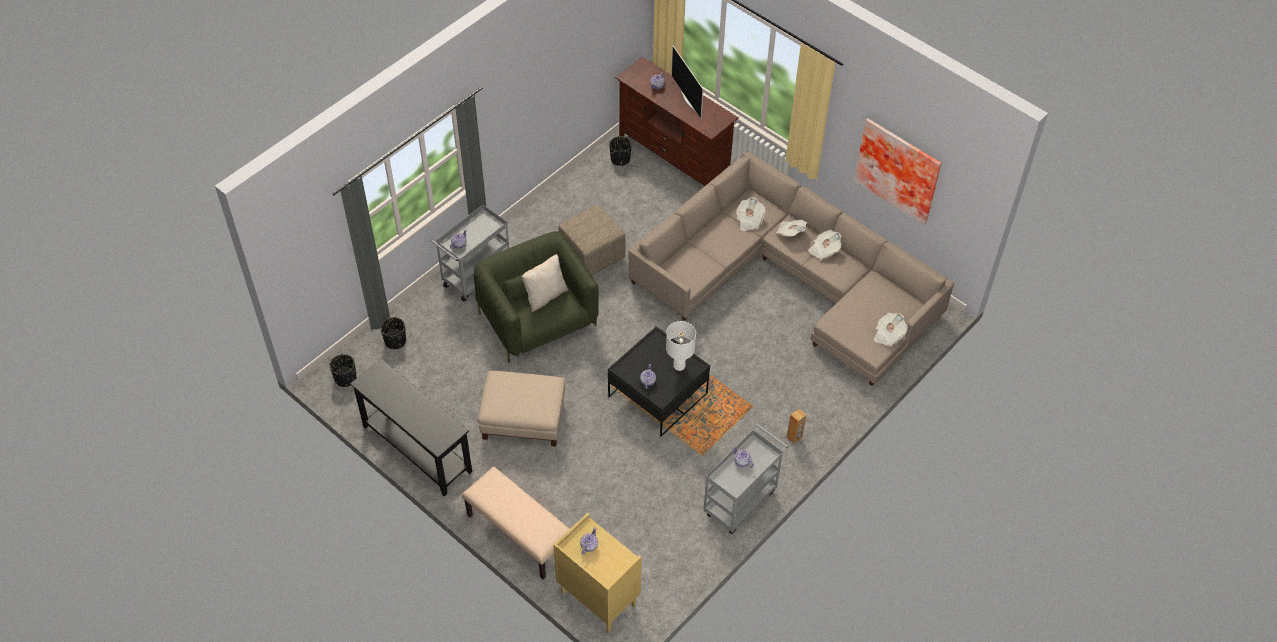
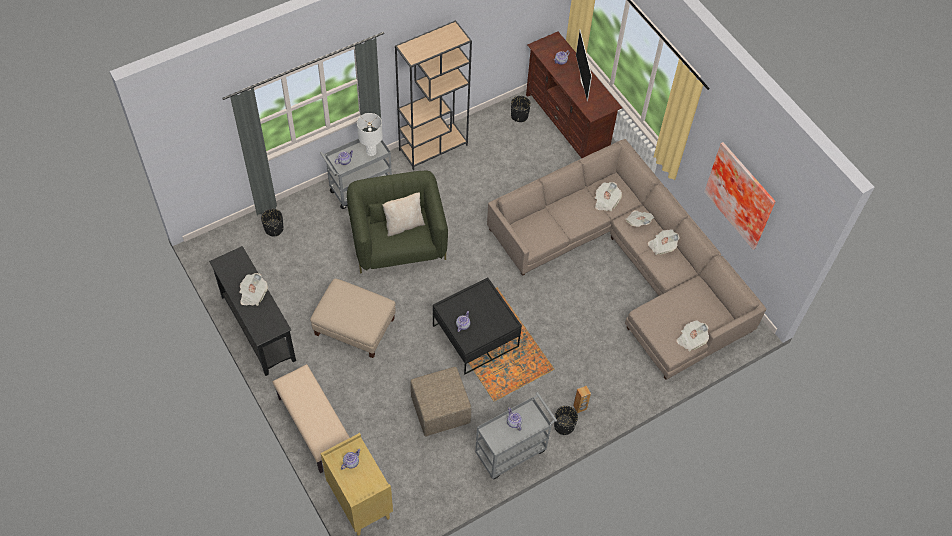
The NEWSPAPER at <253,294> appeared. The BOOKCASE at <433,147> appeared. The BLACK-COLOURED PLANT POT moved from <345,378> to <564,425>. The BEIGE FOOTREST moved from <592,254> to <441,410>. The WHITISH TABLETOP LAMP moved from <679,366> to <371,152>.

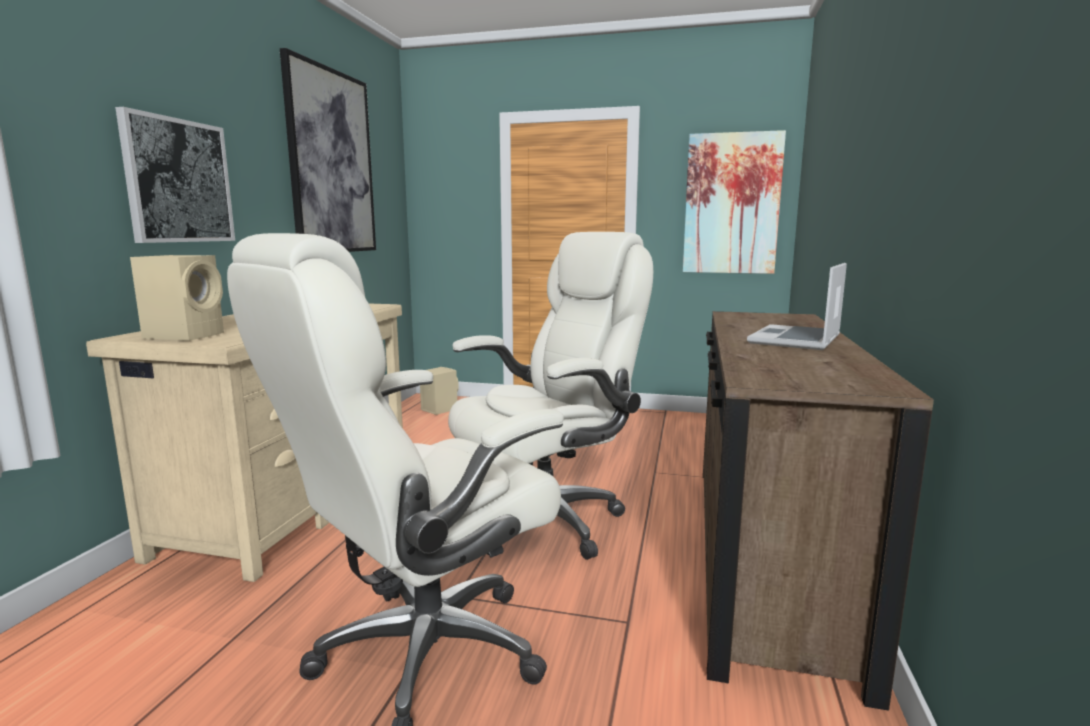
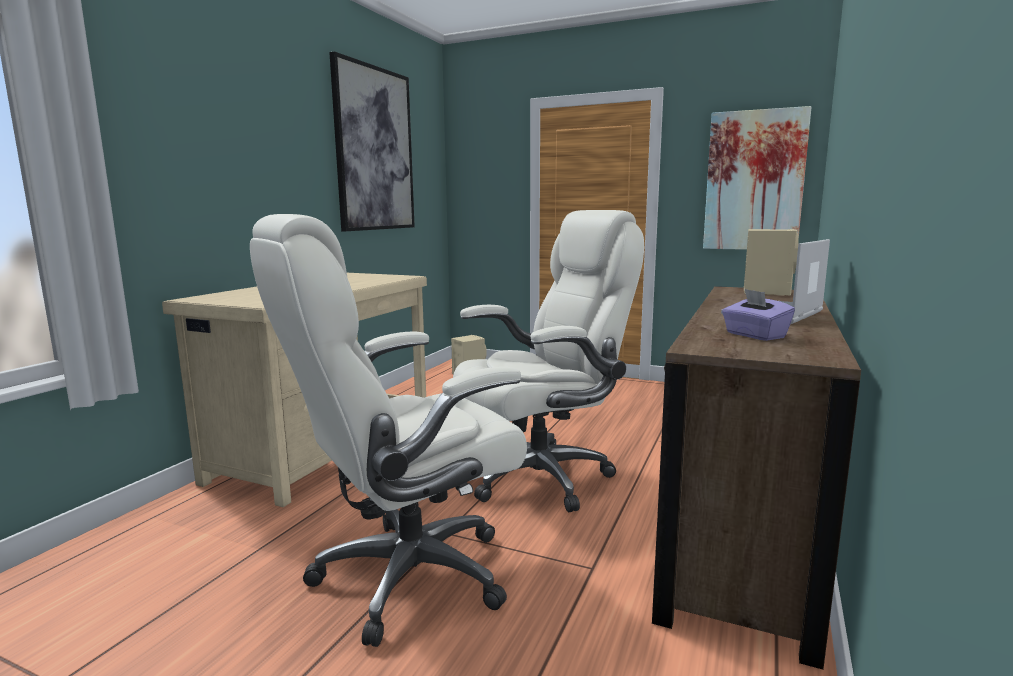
The WALL PICTURE at <178,181> disappeared. The PURPLE TISSUE BOX at <754,335> appeared. The BEIGE AUDIO SPEAKER moved from <187,335> to <766,292>.

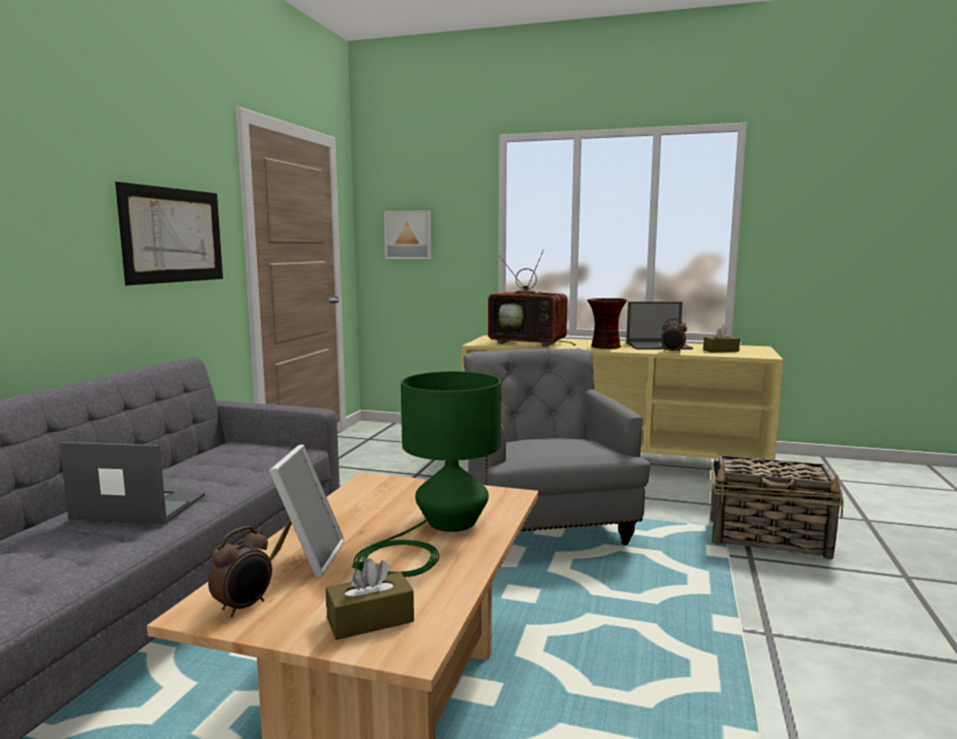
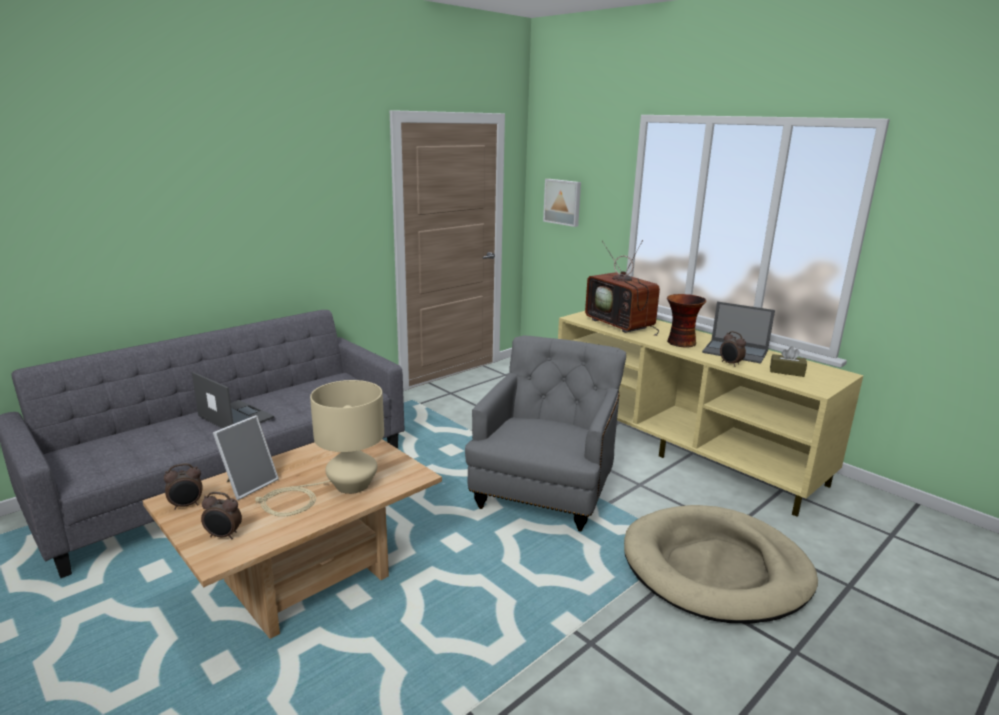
The WALL PICTURE at <173,235> disappeared. The BROWN TISSUE BOX at <370,620> was replaced by the ALARM CLOCK at <223,536>. The STORAGE BASKET at <769,538> was replaced by the BEIGE PET BED at <715,568>. The GREEN TABLETOP LAMP at <432,535> became the BEIGE TABLETOP LAMP at <328,491>.

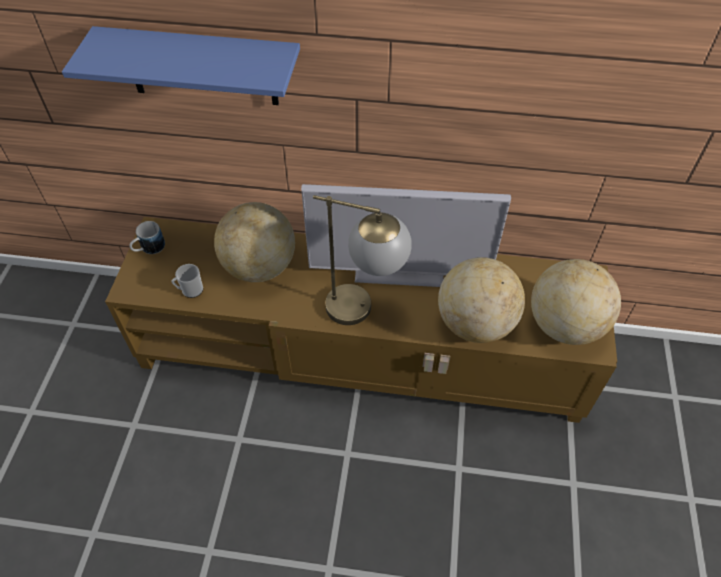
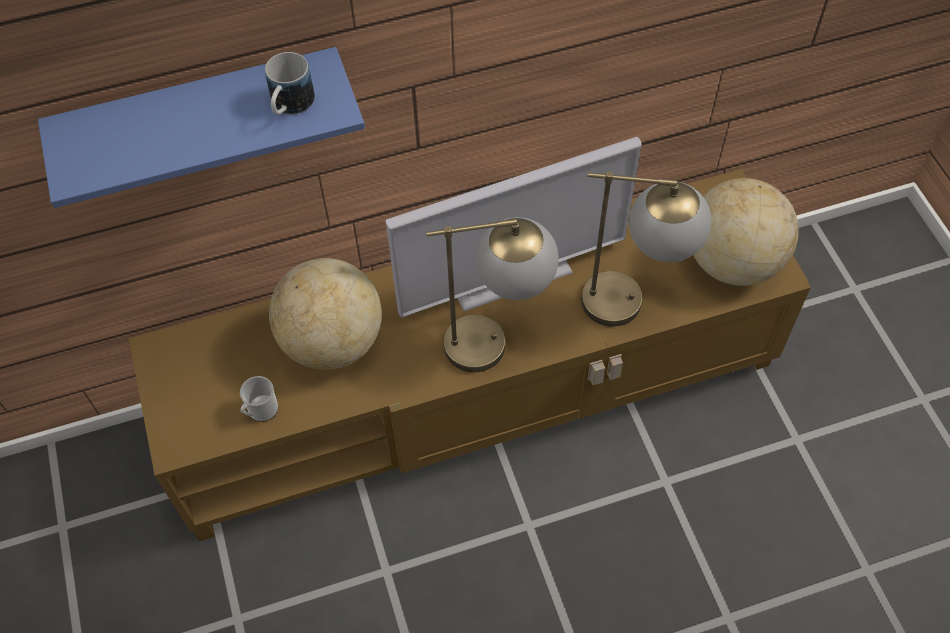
The MUG moved from <149,249> to <289,107>. The GLOBE at <475,323> was replaced by the TABLETOP LAMP at <634,303>.

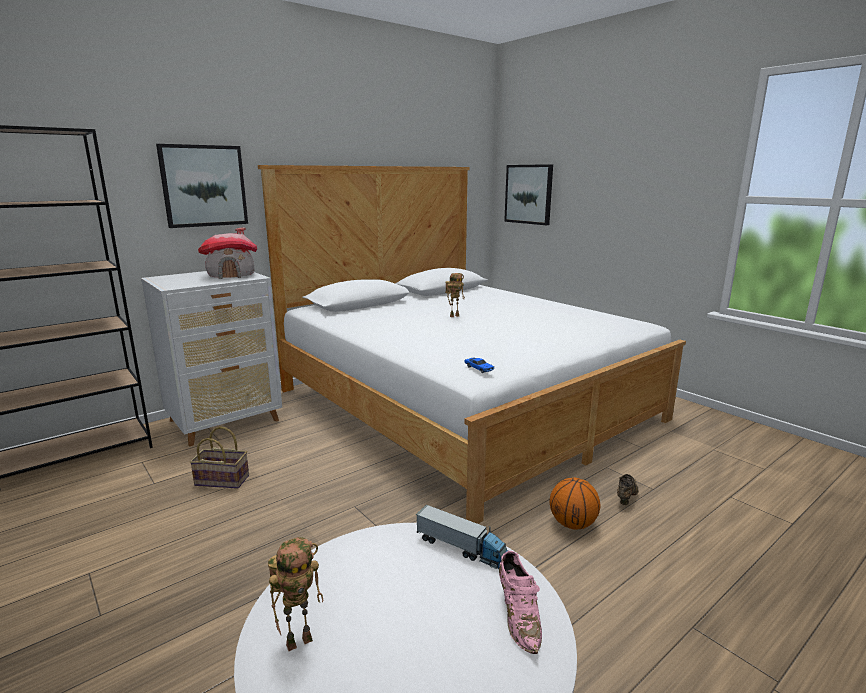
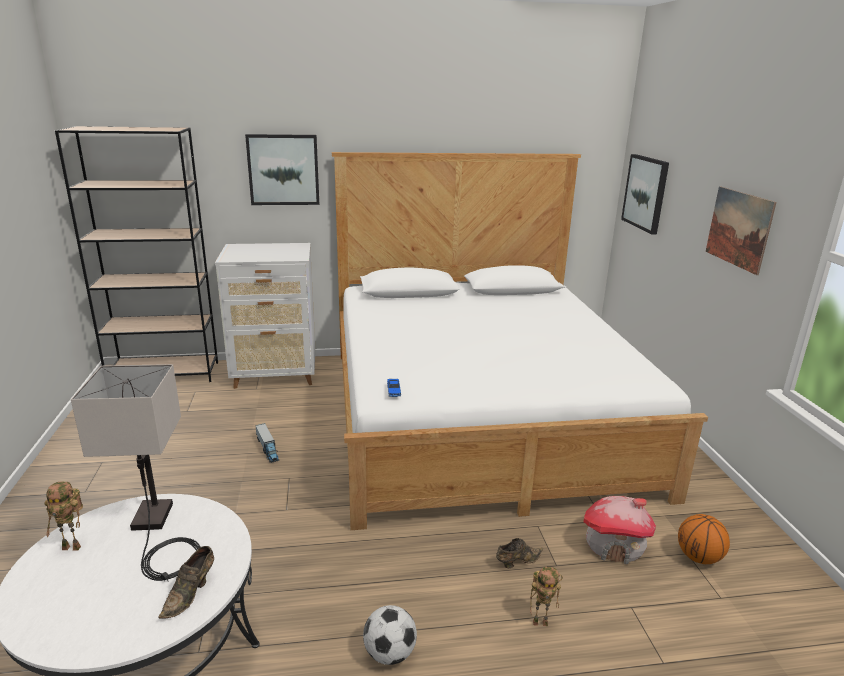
The STORAGE BASKET at <223,480> disappeared. The TABLETOP LAMP at <158,535> appeared. The FOOTBALL at <390,653> appeared. The WALL PICTURE at <738,228> appeared. The MINIATURE HOUSE moved from <232,275> to <614,546>. The TOY LORRY moved from <465,550> to <267,449>. The MODEL ROBOT moved from <454,316> to <541,622>. The BASKETBALL moved from <572,524> to <698,557>. The PINK-COLOURED SHOE at <519,616> became the BROWN SHOE at <191,593>.

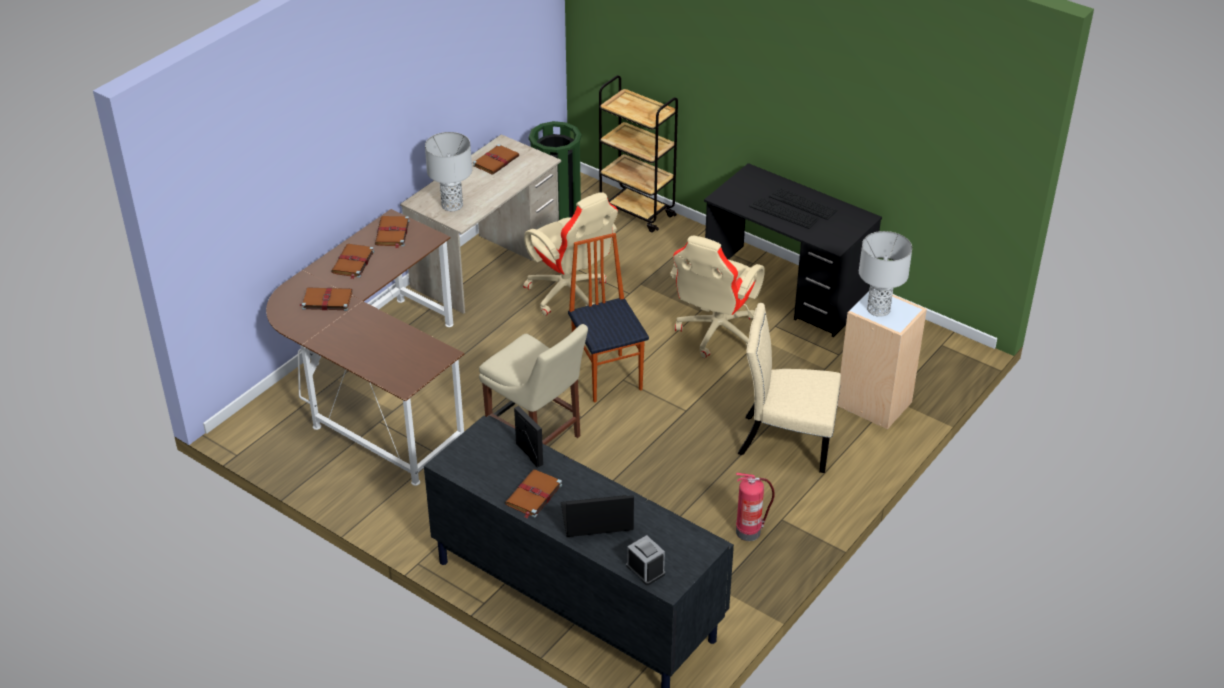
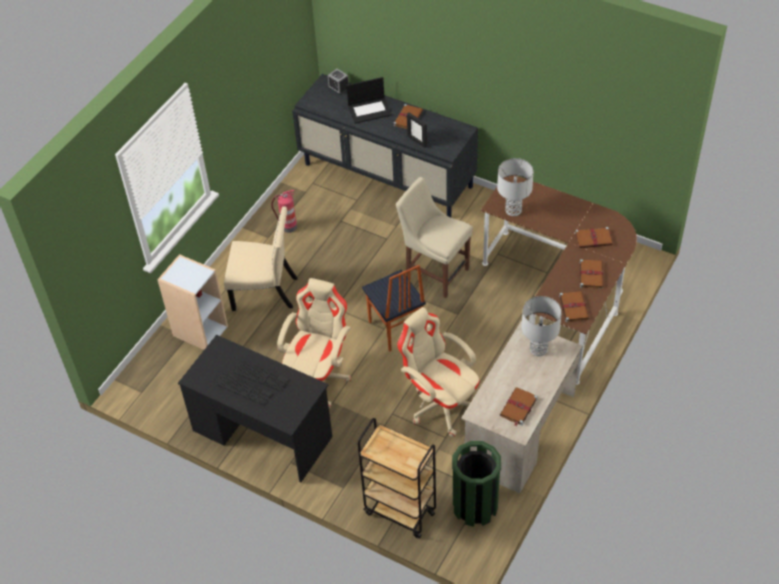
The WHITISH TABLETOP LAMP moved from <878,309> to <513,210>.

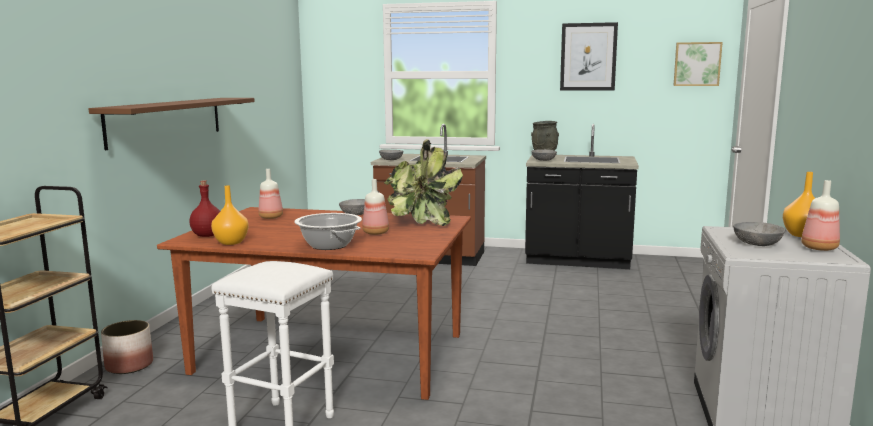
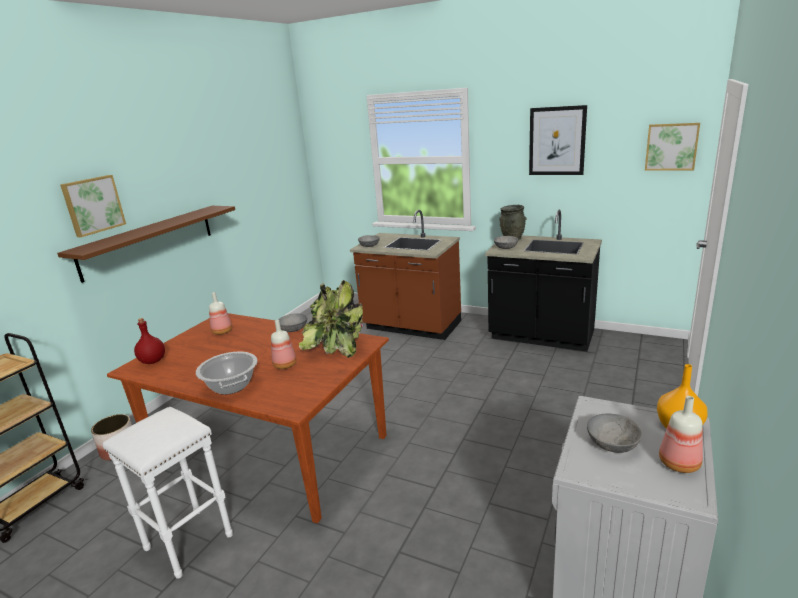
The ORANGE-COLOURED FLOWER VASE at <230,242> disappeared. The WALL PICTURE at <93,205> appeared.

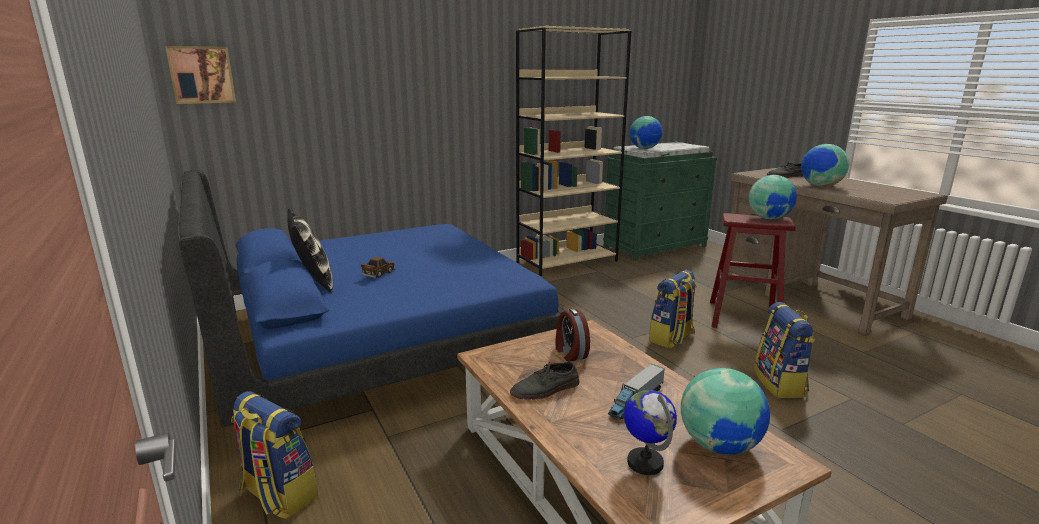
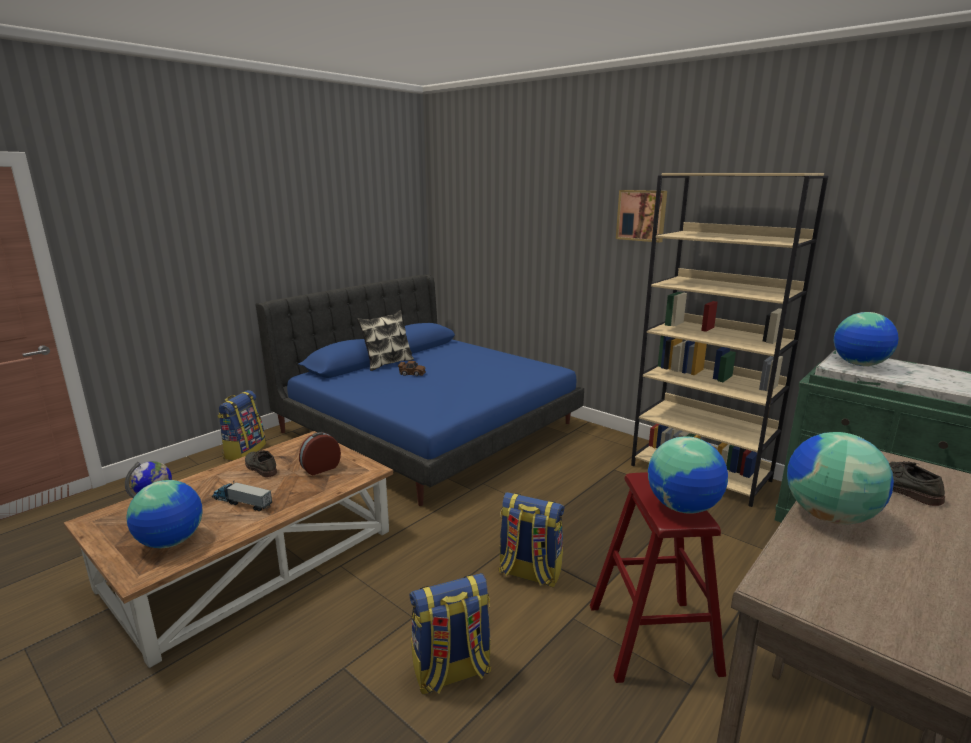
The WALL PICTURE moved from <201,75> to <642,215>.

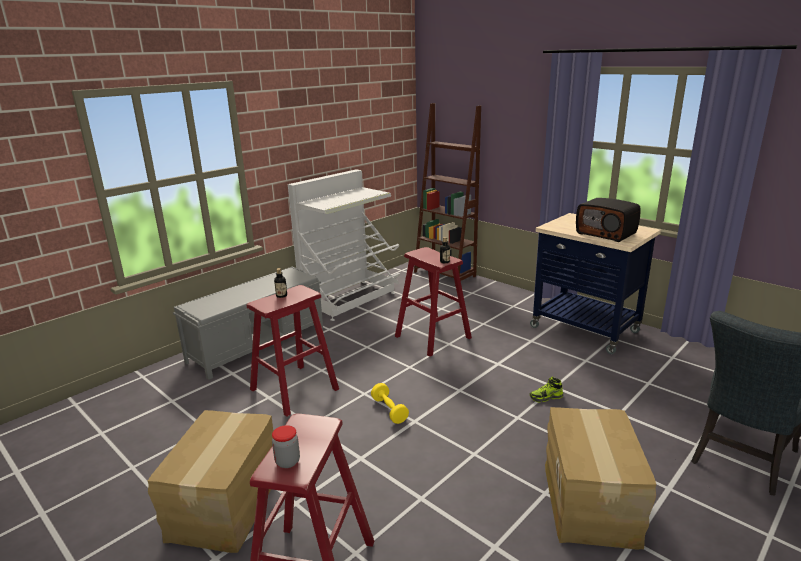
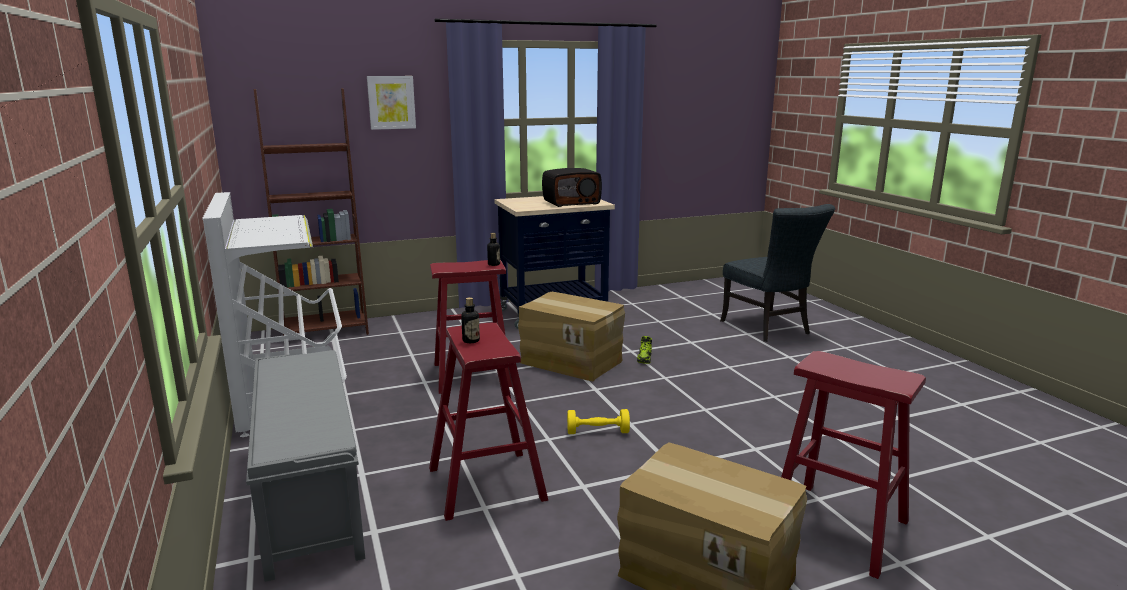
The STORAGE JAR at <287,462> disappeared. The WALL PICTURE at <391,102> appeared. The PACKING BOX moved from <591,502> to <572,361>.

